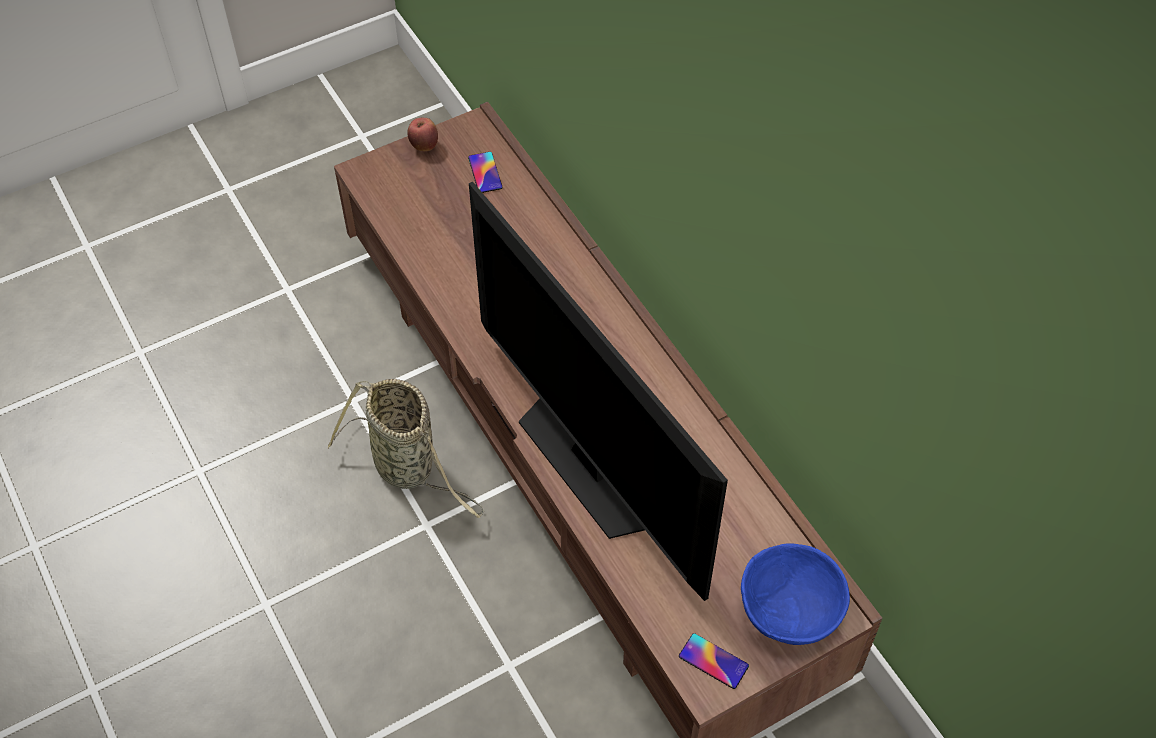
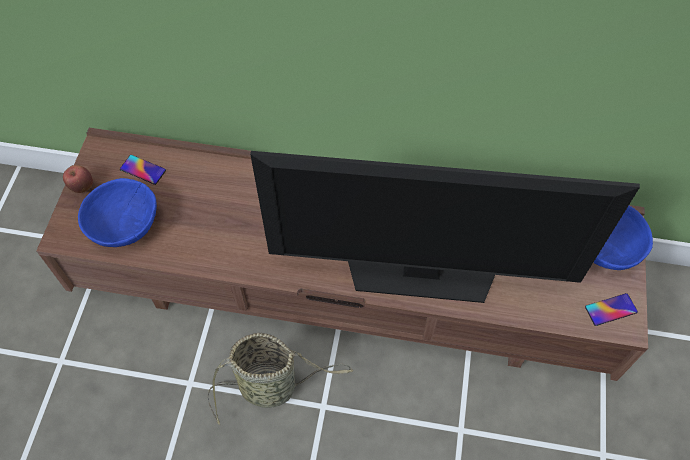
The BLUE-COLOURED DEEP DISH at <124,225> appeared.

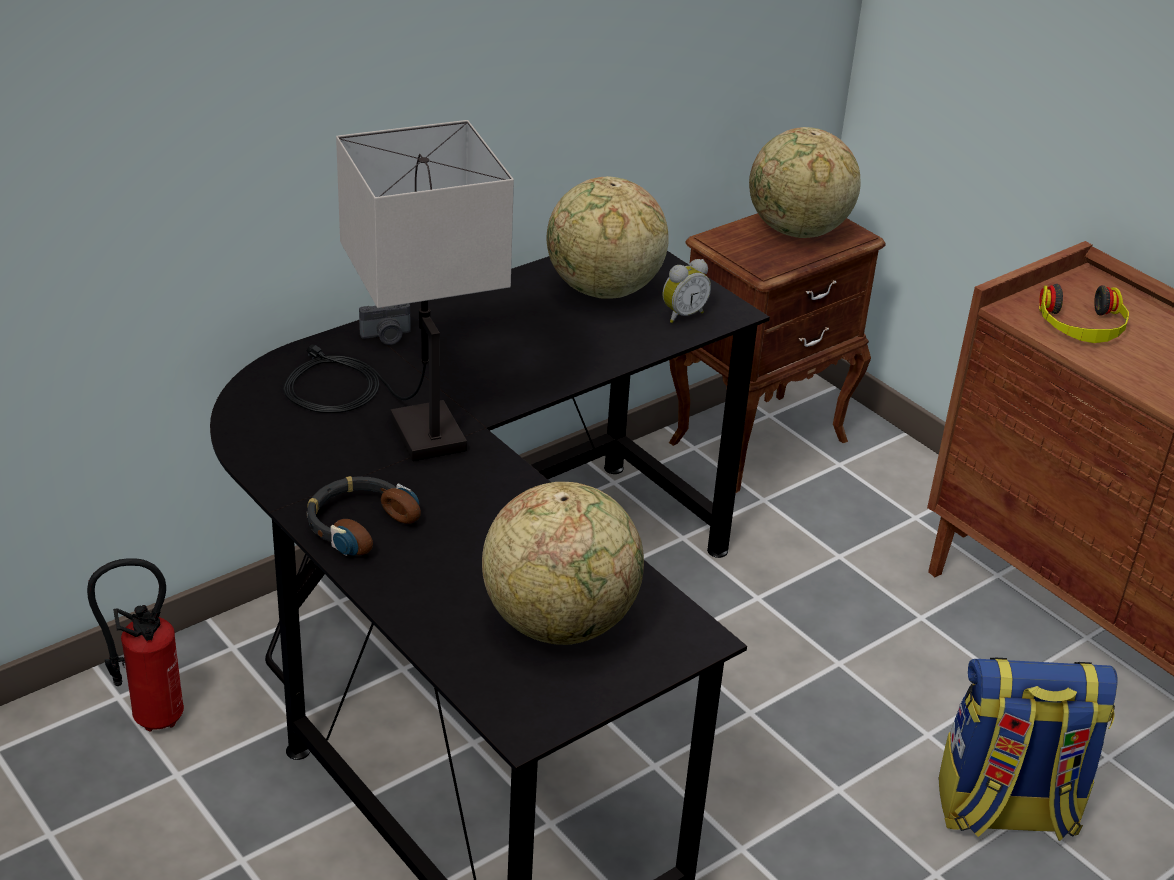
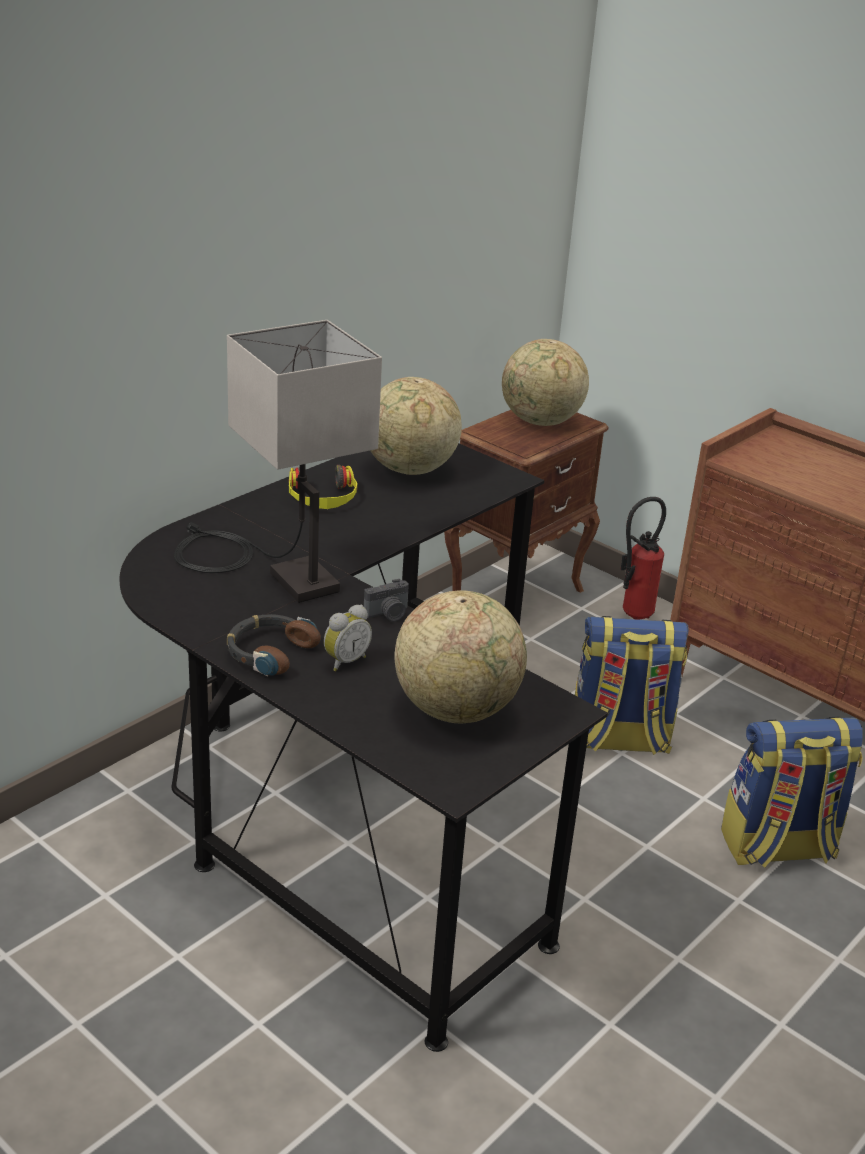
The BACKPACK at <618,740> appeared. The FIRE-FIGHTING CYLINDER moved from <149,718> to <631,615>. The STILL CAMERA moved from <386,337> to <388,614>. The ALARM CLOCK moved from <682,314> to <345,661>. The PAIR OF HEADPHONES moved from <1082,326> to <322,498>.

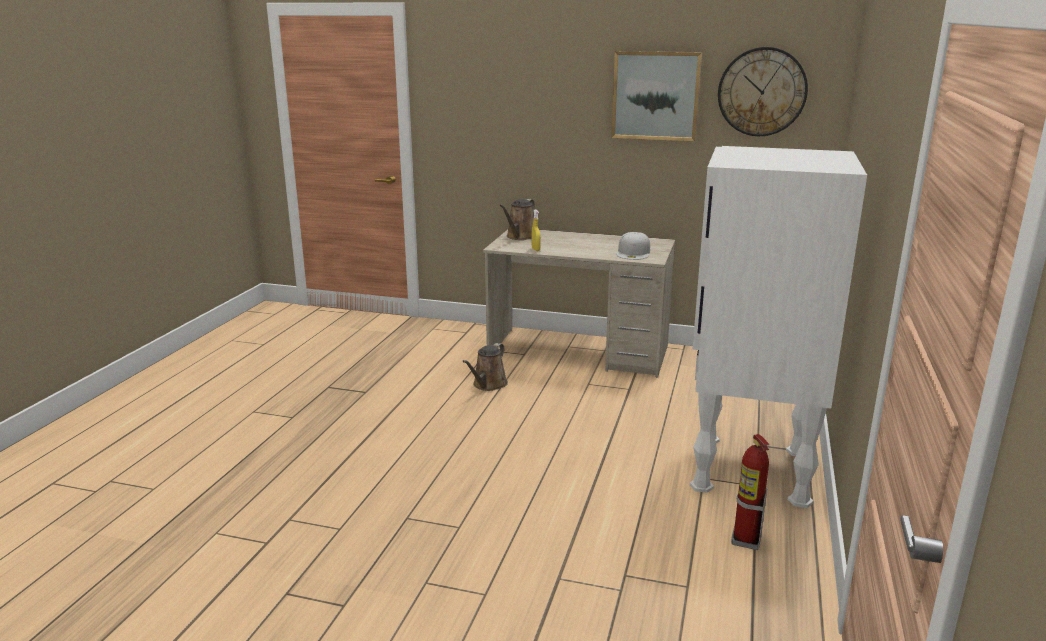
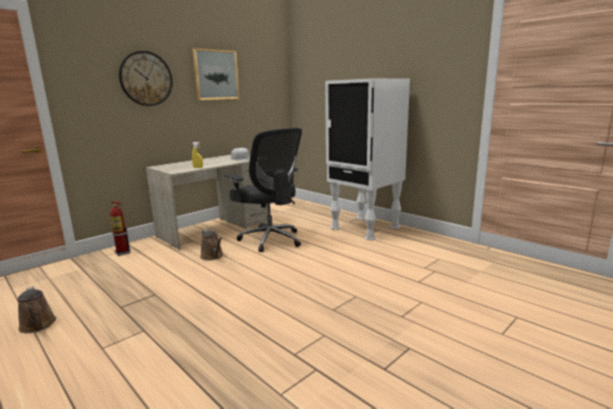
The OFFICE CHAIR at <270,239> appeared. The BROWN WATERING POT moved from <520,237> to <38,325>. The HANGING CLOCK moved from <762,92> to <146,78>. The FIRE-FIGHTING CYLINDER moved from <745,540> to <122,253>.

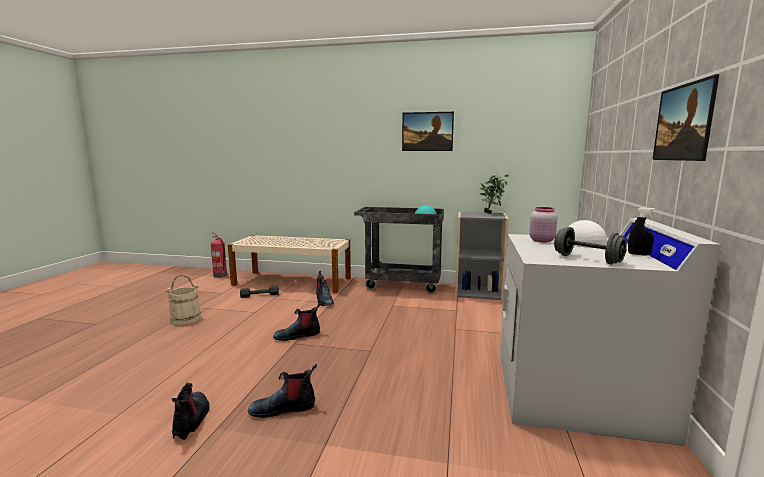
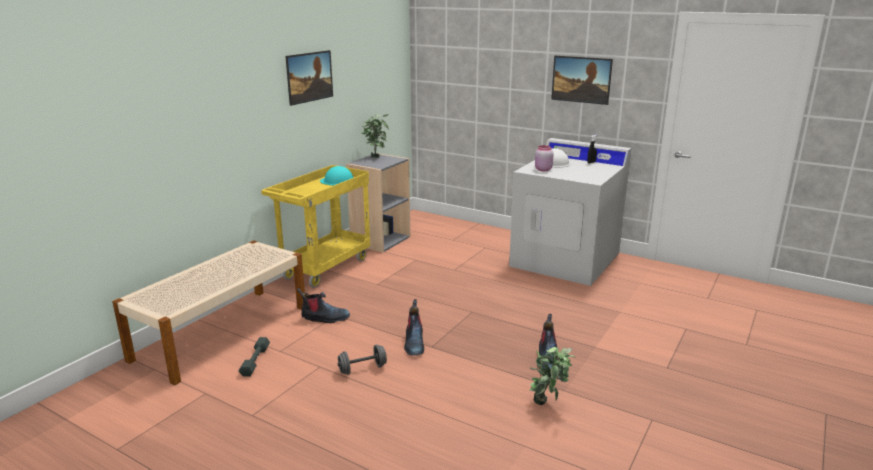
The BEIGE WATER BUCKET at <185,319> disappeared. The FIRE-FIGHTING CYLINDER at <221,275> disappeared. The GREYISH FREE WEIGHT moved from <587,259> to <362,369>. The TALL BOOT at <191,419> was replaced by the HOUSEPLANT at <548,403>. The GREYISH WHEELED CART at <399,286> became the YELLOWISH WHEELED CART at <324,270>.

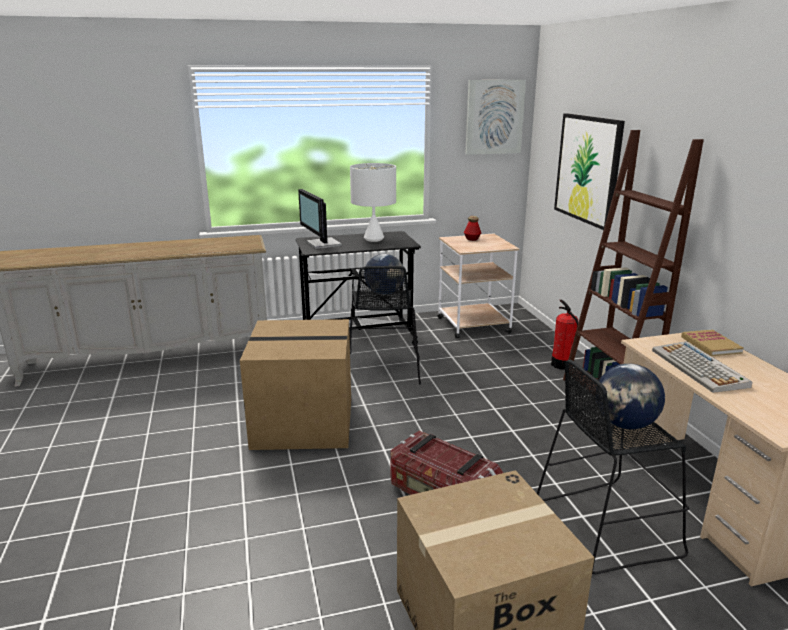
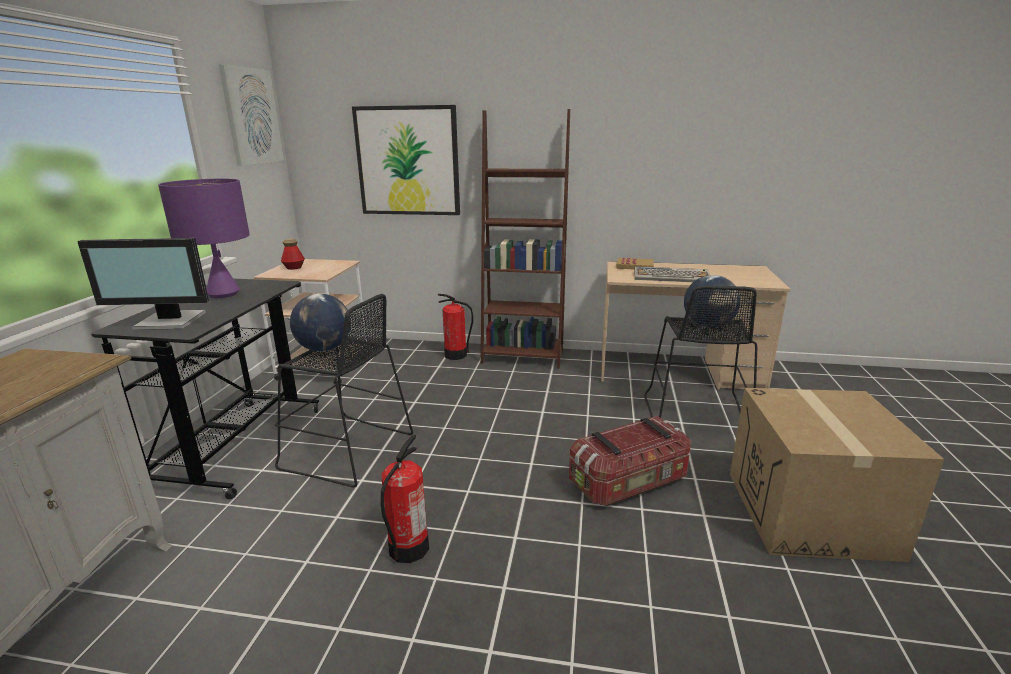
The PACKING BOX at <305,421> was replaced by the FIRE-FIGHTING CYLINDER at <408,548>. The WHITISH TABLETOP LAMP at <373,239> became the PURPLE TABLETOP LAMP at <223,294>.

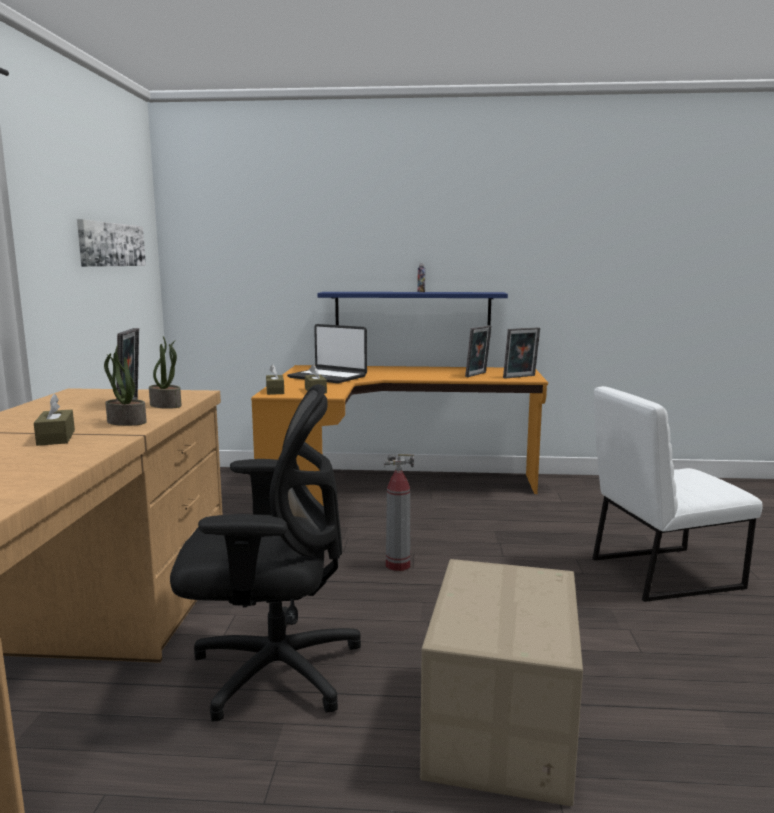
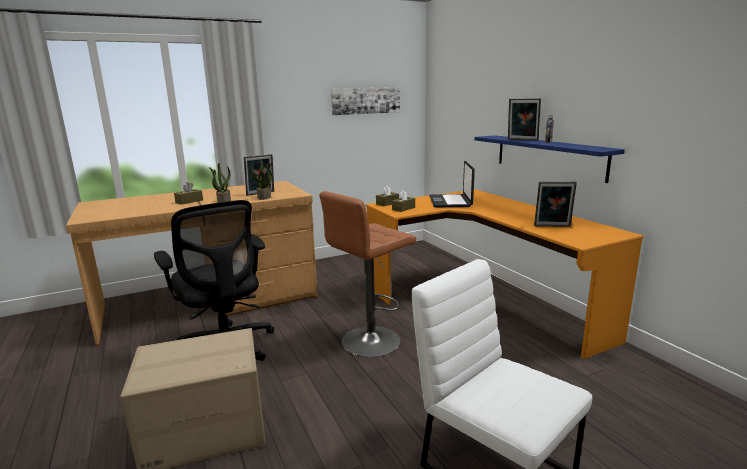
The PHOTO FRAME moved from <520,377> to <522,140>. The FIRE-FIGHTING CYLINDER at <397,565> was replaced by the BROWN SITTING STOOL at <370,341>.

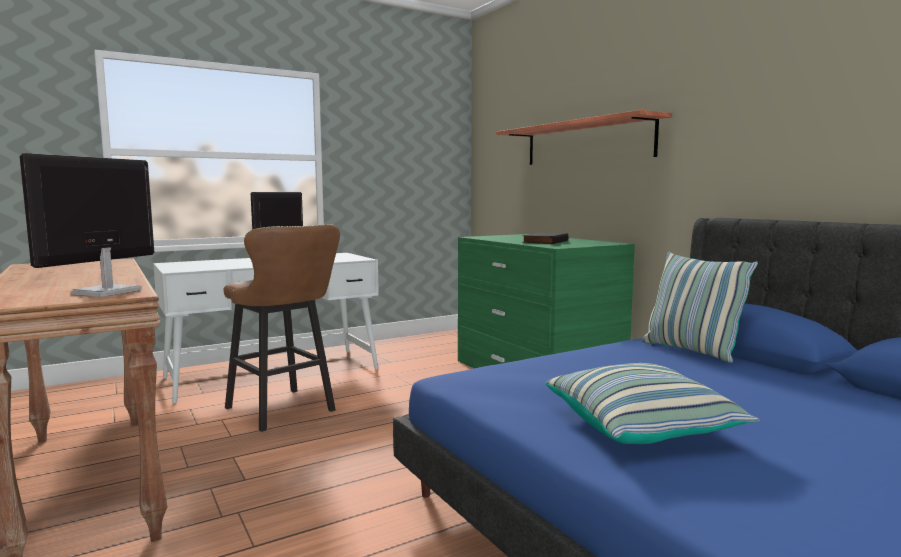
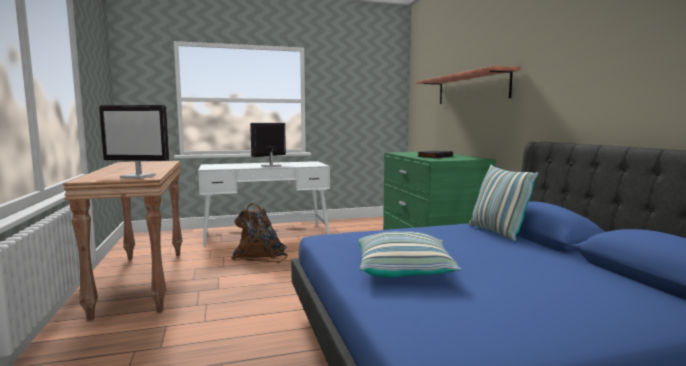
The BROWN SITTING STOOL at <286,412> was replaced by the BROWN BACKPACK at <260,256>. The COMPUTER SCREEN at <106,292> turned 120 degrees counterclockwise.

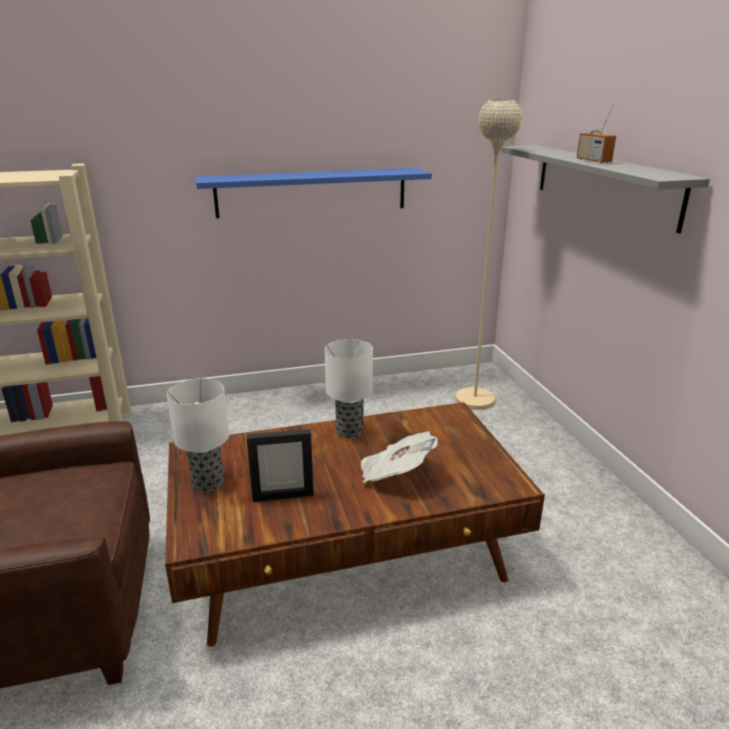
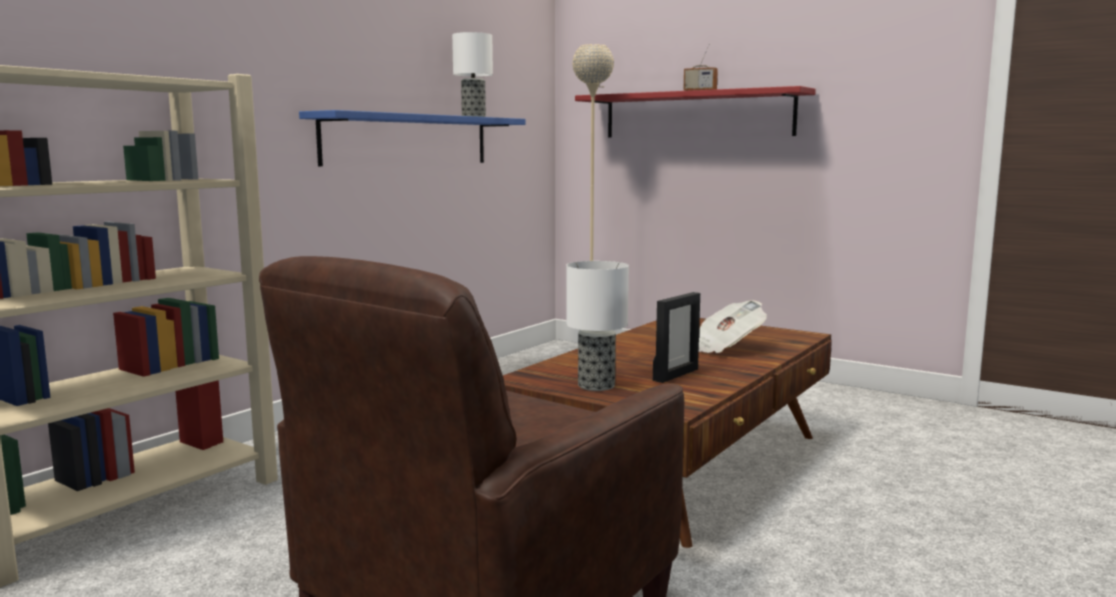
The TABLETOP LAMP moved from <350,432> to <474,117>. The GREYISH SHELF at <603,183> became the REDDISH SHELF at <696,115>.

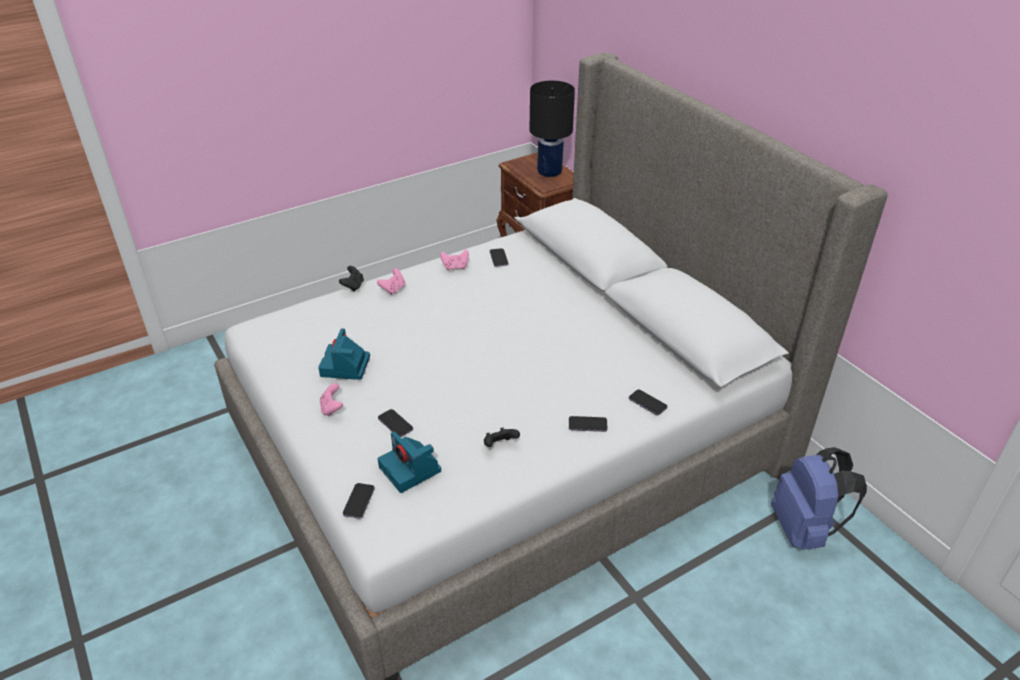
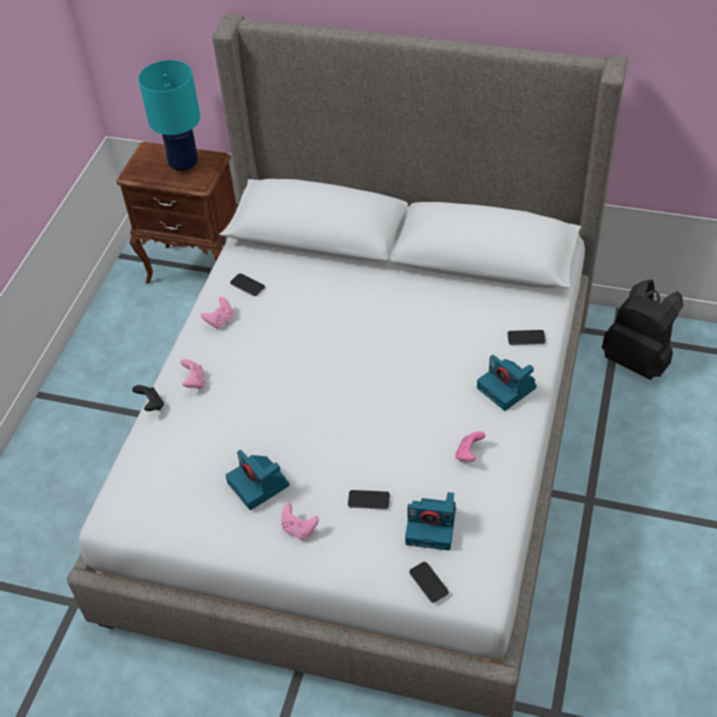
The HANDSET at <587,425> was replaced by the STILL CAMERA at <507,388>. The BLACK-COLOURED JOYPAD at <500,445> became the PINK-COLOURED JOYPAD at <468,454>. The BLACK-COLOURED TABLETOP LAMP at <549,173> became the BLUE-GREEN TABLETOP LAMP at <184,165>. The BLUE-COLOURED BACKPACK at <804,529> became the BLACK-COLOURED BACKPACK at <638,360>.

